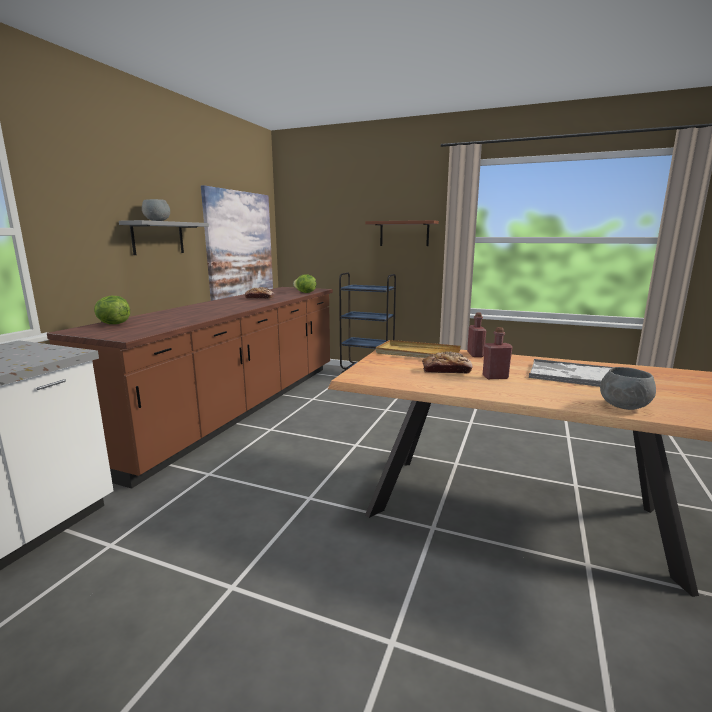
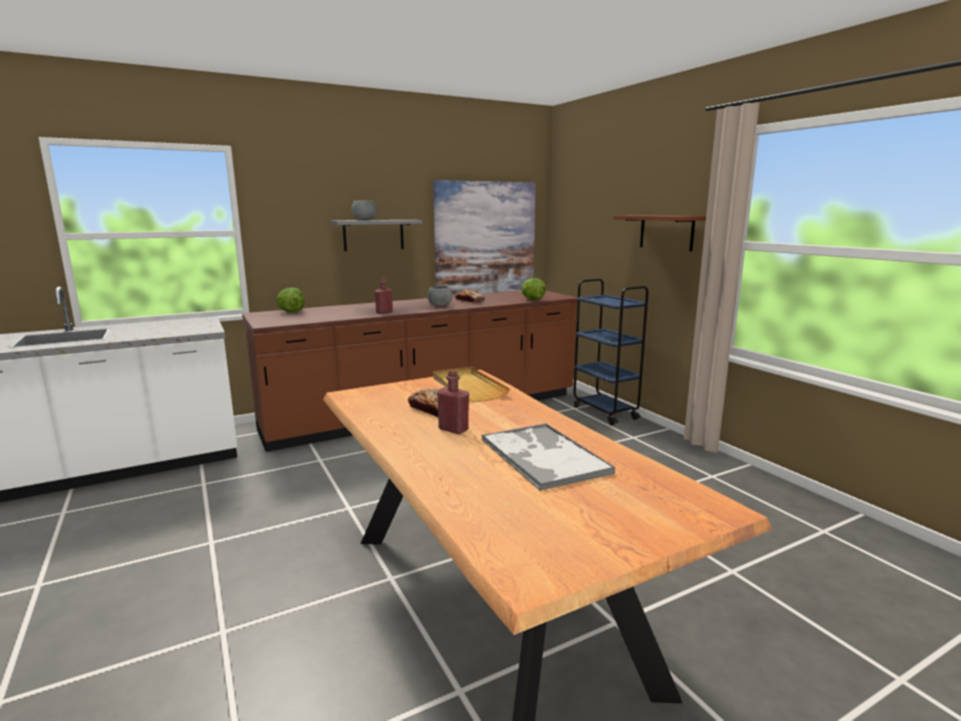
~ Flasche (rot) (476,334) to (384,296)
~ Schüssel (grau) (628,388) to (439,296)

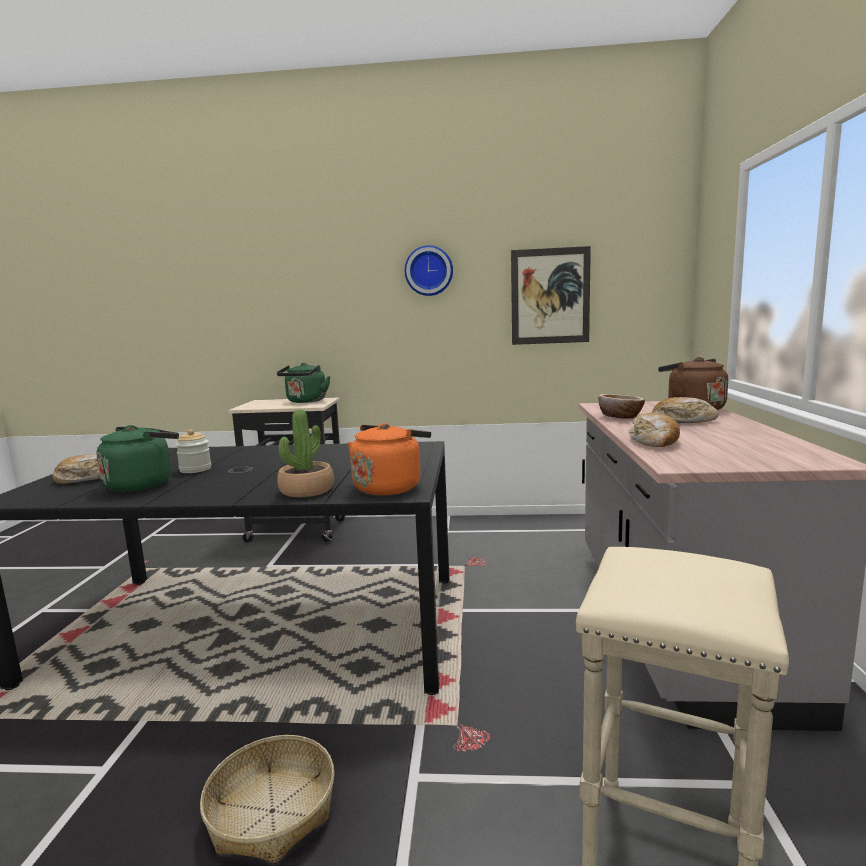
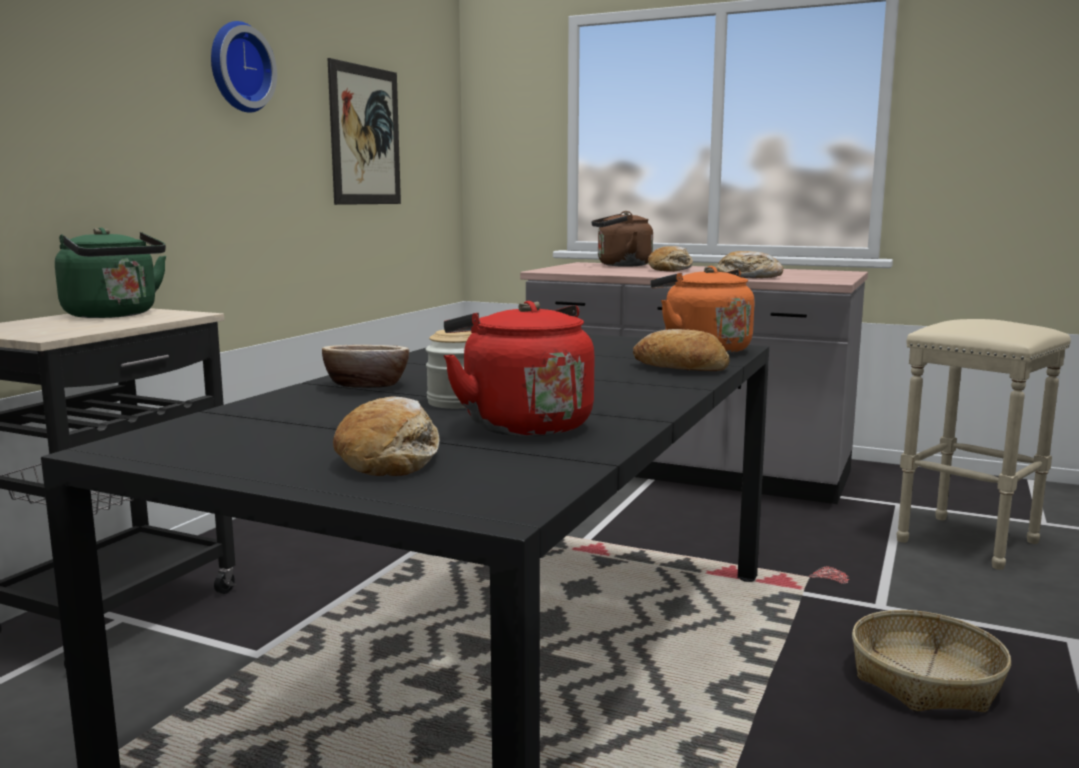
~ Schüssel (621,406) to (365,366)
~ Topfpflanze (305,453) to Brot (681,350)
~ Wasserkessel (grün) (137,458) to Wasserkessel (rot) (519,369)

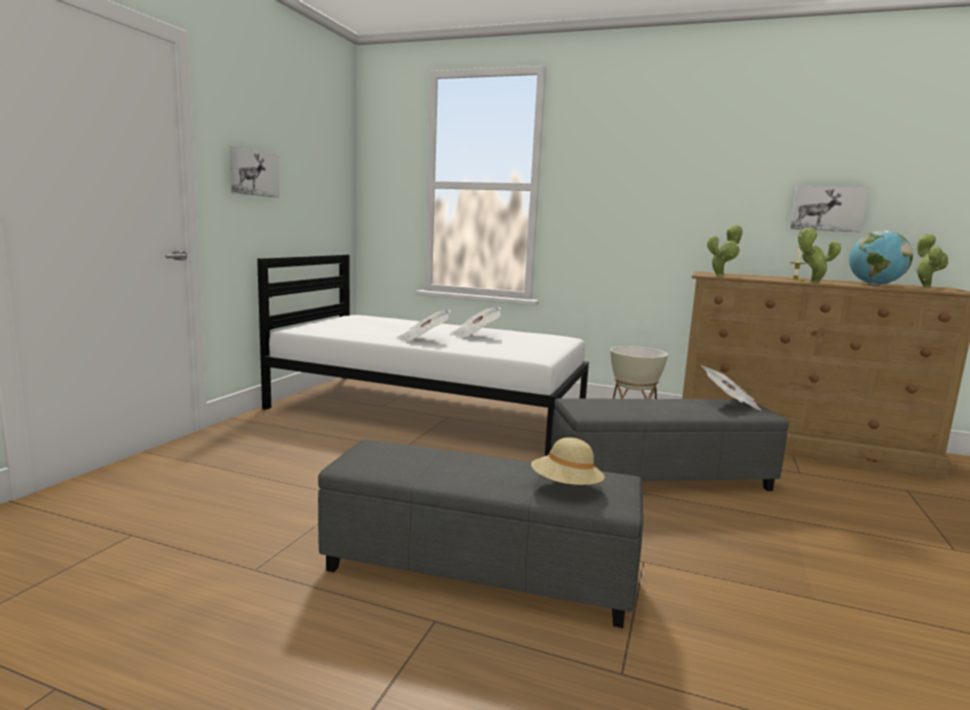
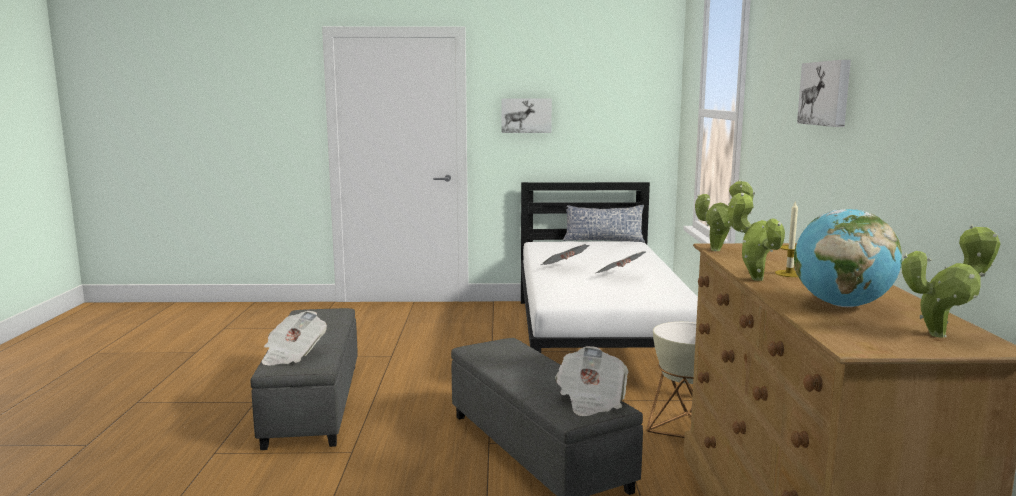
+ Kissen (604,223)
~ Bild (829,209) to (824,93)
~ Hut (beige) (568,461) to Zeitung (294,338)

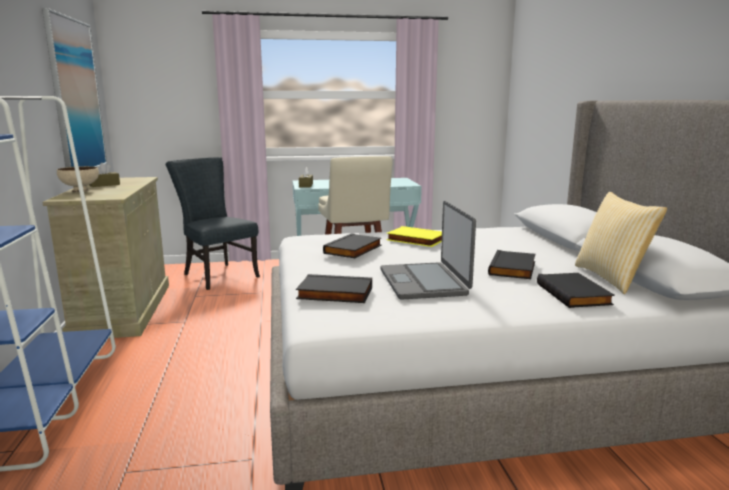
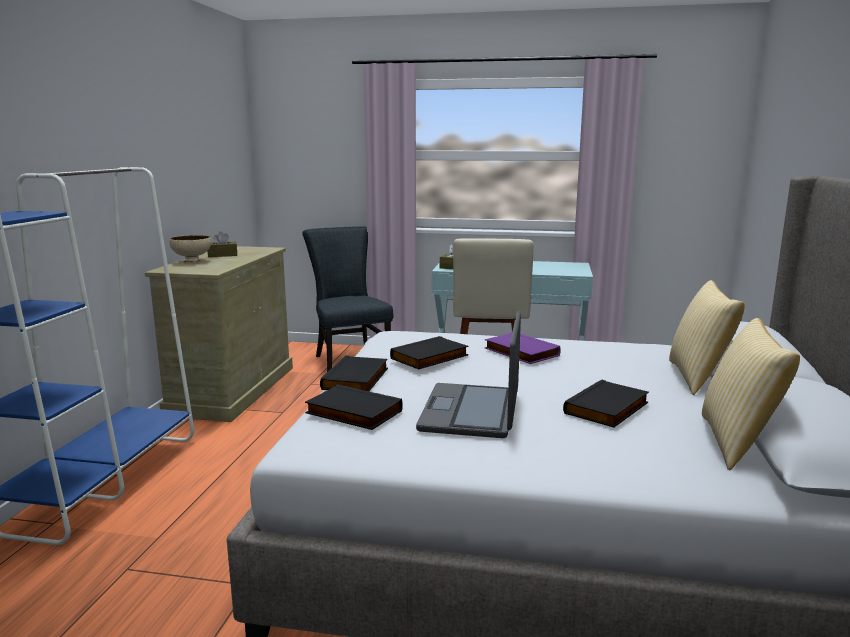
- Bild (75,87)
+ Kissen (707,337)
~ Buch (schwarz) (576,290) to (354,373)
~ Buch (gelb) (414,236) to Buch (lila) (523,348)

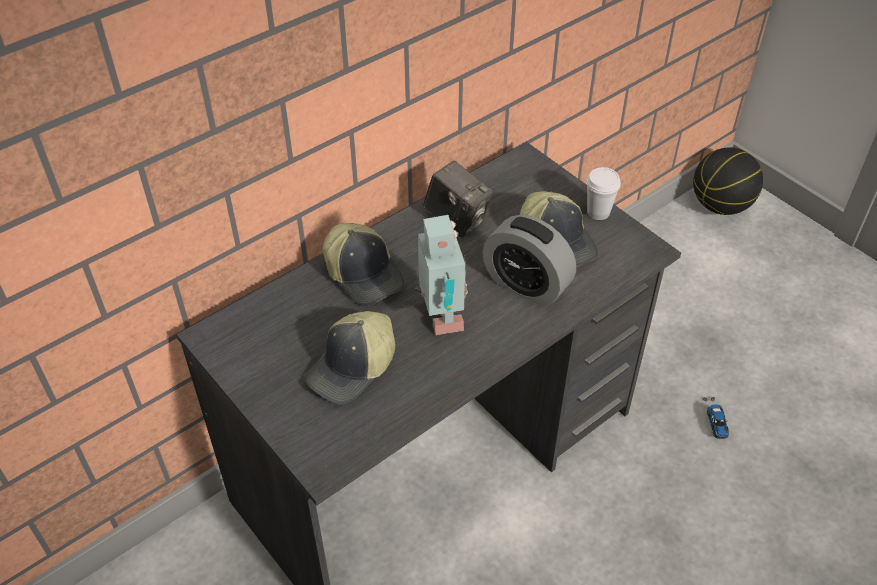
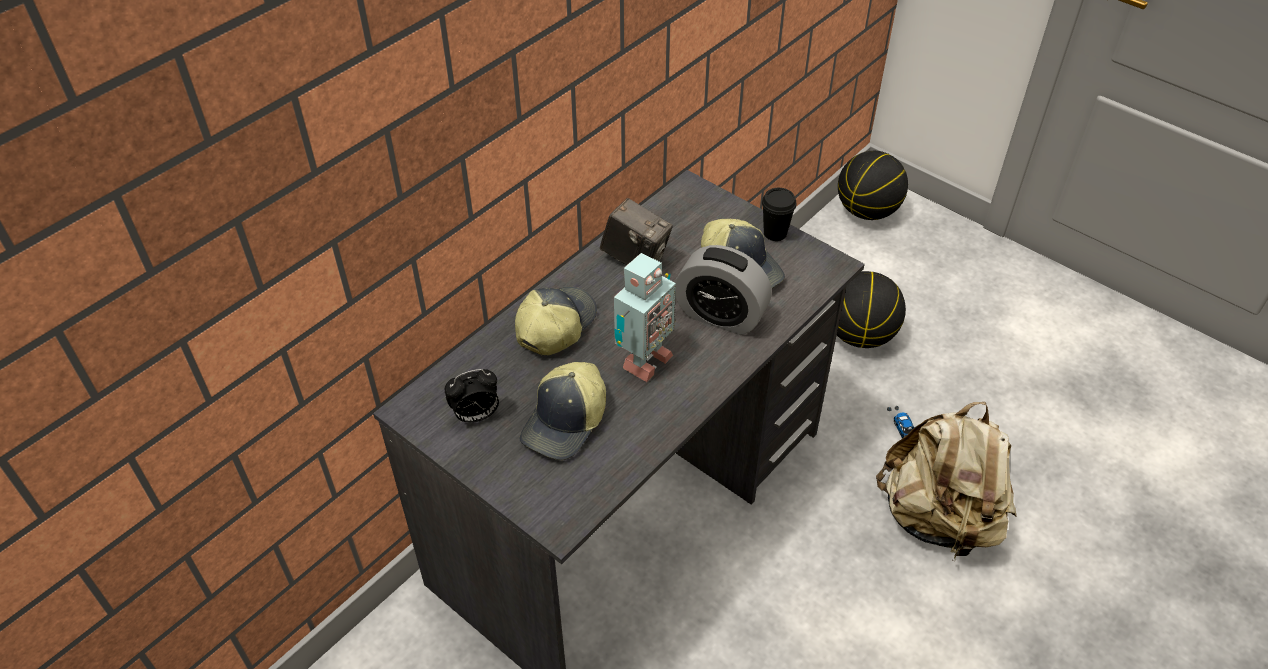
+ Wecker (472,396)
+ Basketball (871,309)
+ Rucksack (beige) (946,480)
~ Tasse (weiß) (603,193) to Tasse (schwarz) (779,214)
~ Kappe (363,264) = (556,321) 105 degrees counterclockwise
~ Spielzeugroboter (441,275) = (645,317) 60 degrees clockwise

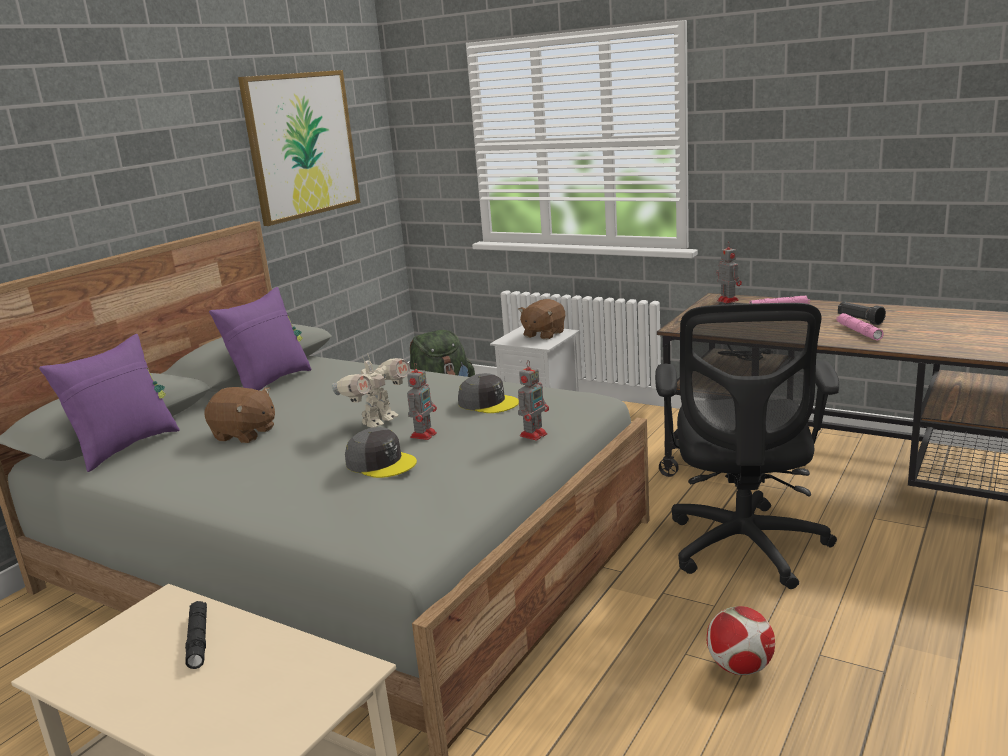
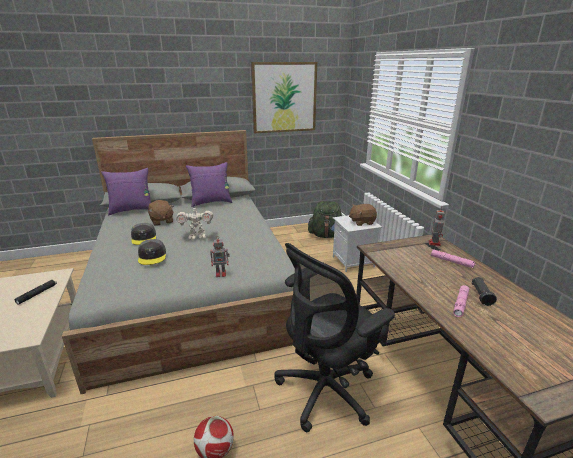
- Spielzeugroboter (422,401)
~ Kappe (grau) (488,393) to (143,234)

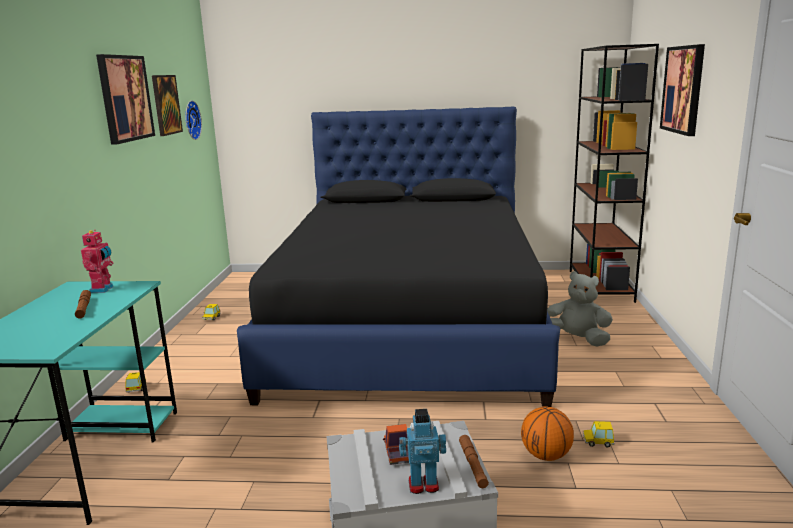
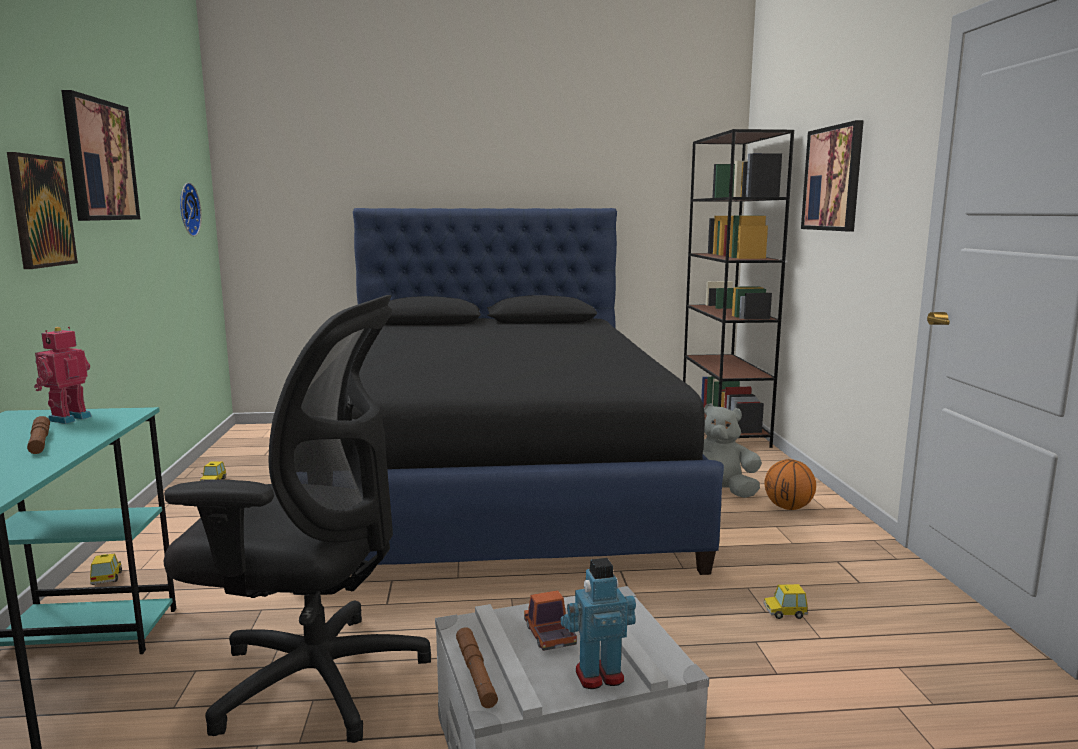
+ Bürostuhl (schwarz) (297,519)
~ Bild (167,105) to (42,210)
~ Taschenlampe (braun) (474,461) to (477,667)
~ Basketball (547,433) to (790,484)
~ Spielzeugroboter (97,261) = (63,375) 150 degrees counterclockwise

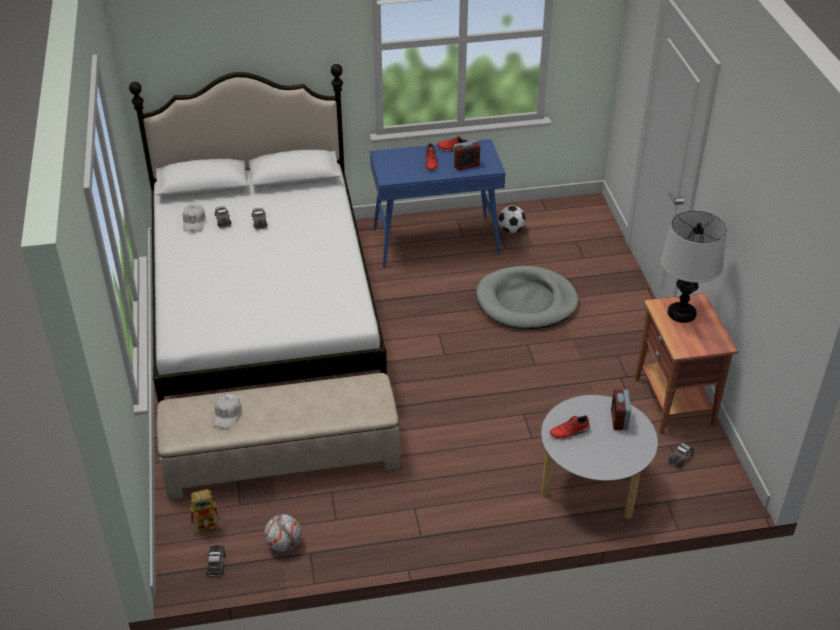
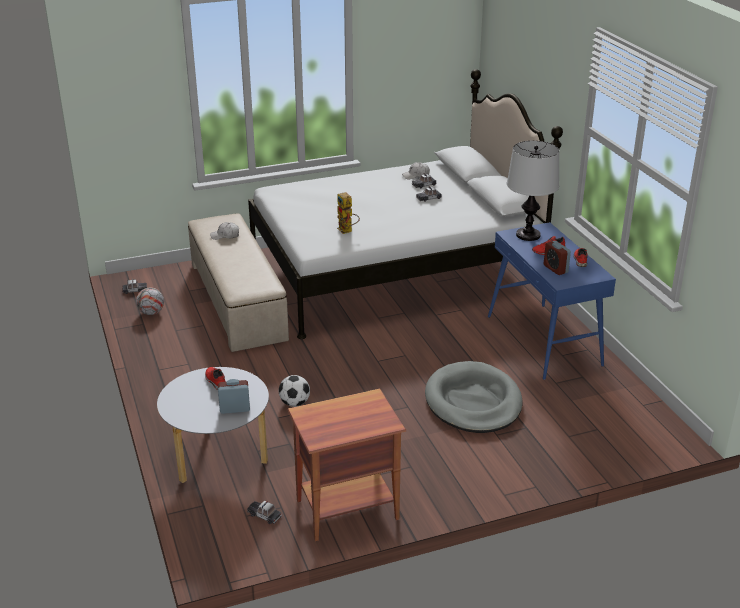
~ Spielzeugroboter (206,511) to (348,213)
~ Fußball (512,219) to (294,391)
~ Tischlampe (694,267) to (533,191)

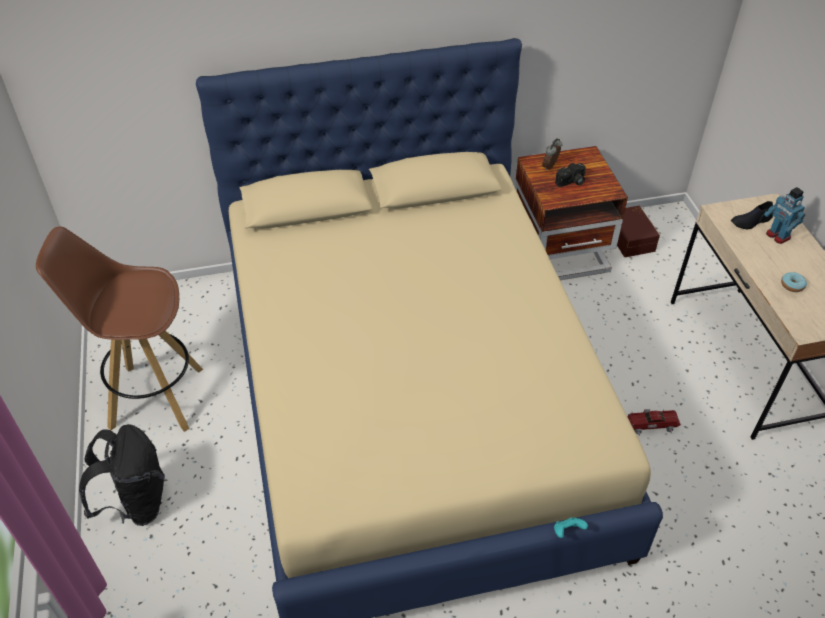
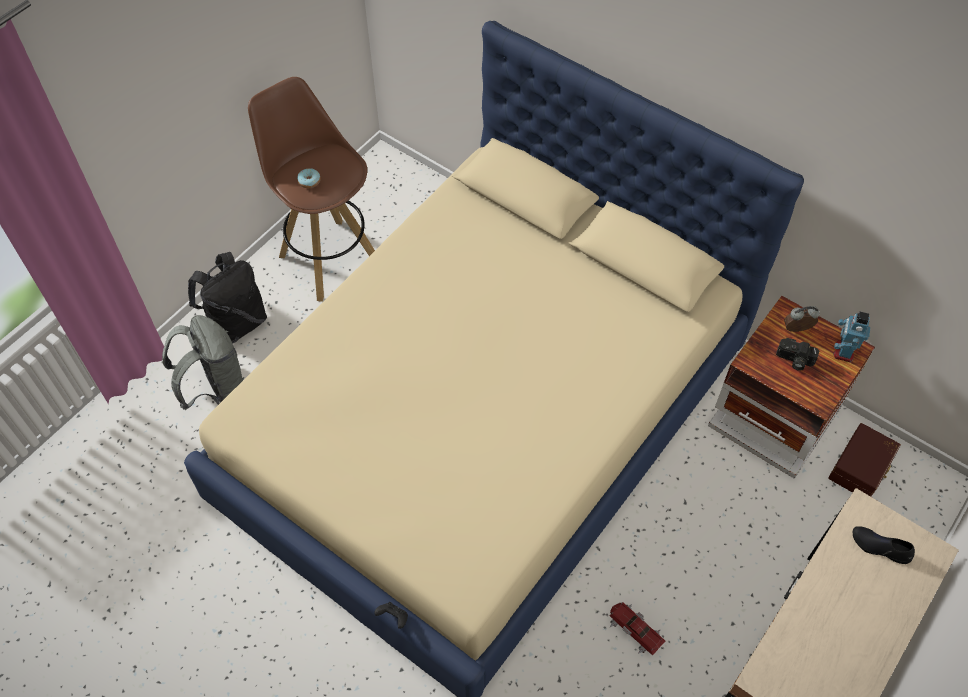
+ Rucksack (grau) (203,362)
~ Spielzeugroboter (784,215) to (851,336)
~ Donut (794,282) to (309,178)
~ Gamepad (türkis) (571,528) to Gamepad (schwarz) (391,615)

